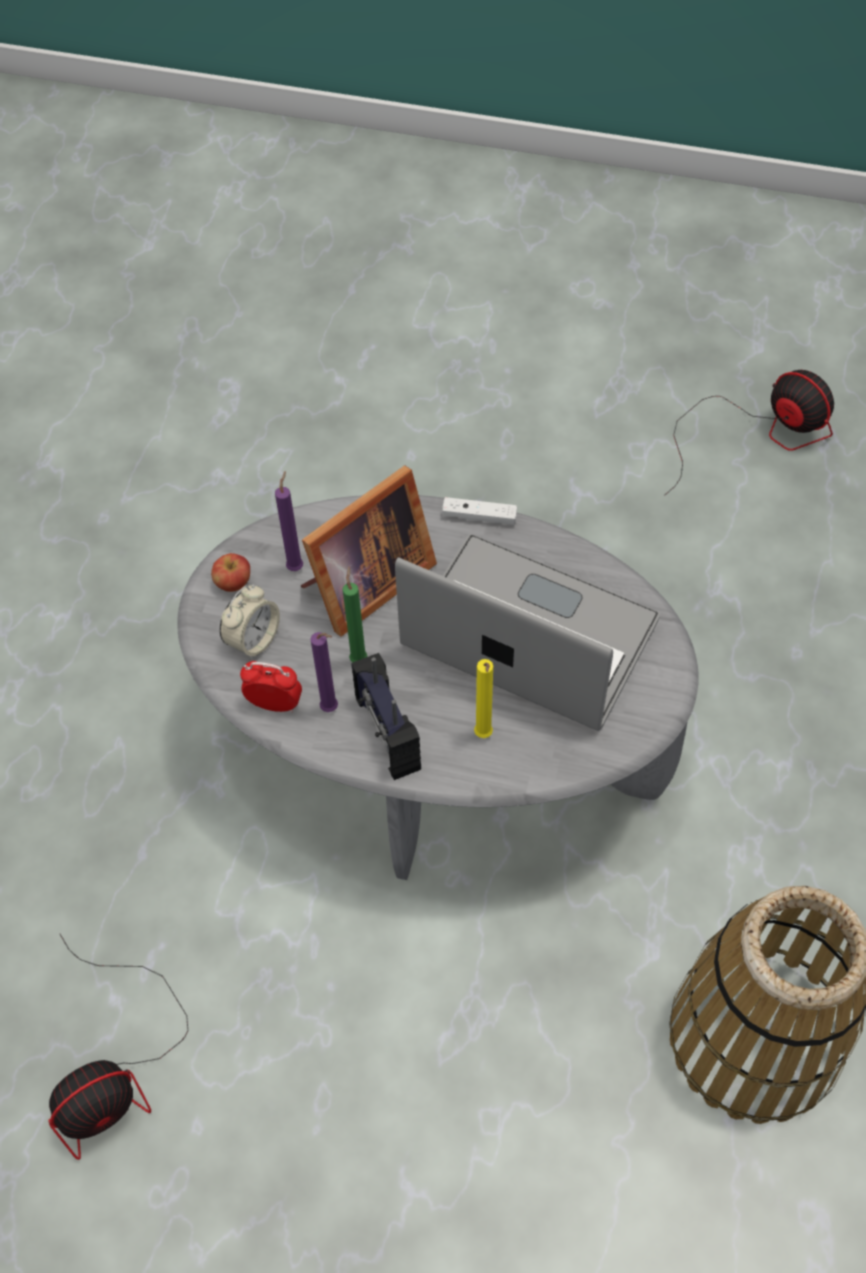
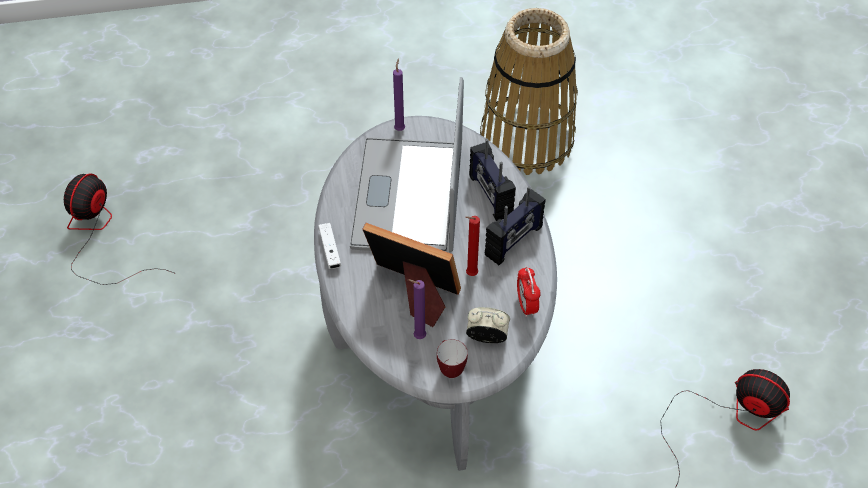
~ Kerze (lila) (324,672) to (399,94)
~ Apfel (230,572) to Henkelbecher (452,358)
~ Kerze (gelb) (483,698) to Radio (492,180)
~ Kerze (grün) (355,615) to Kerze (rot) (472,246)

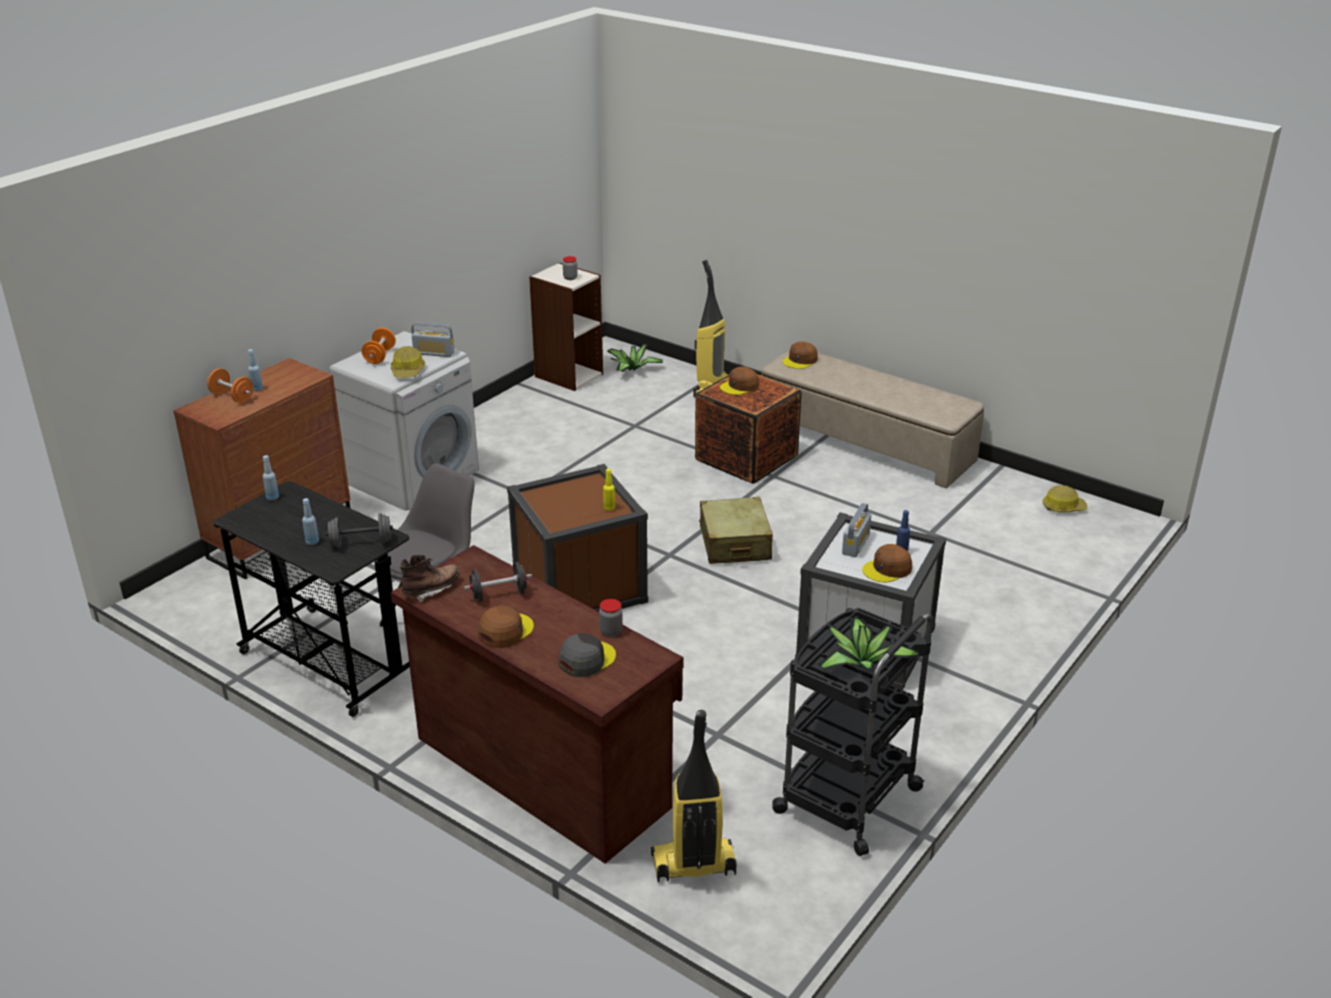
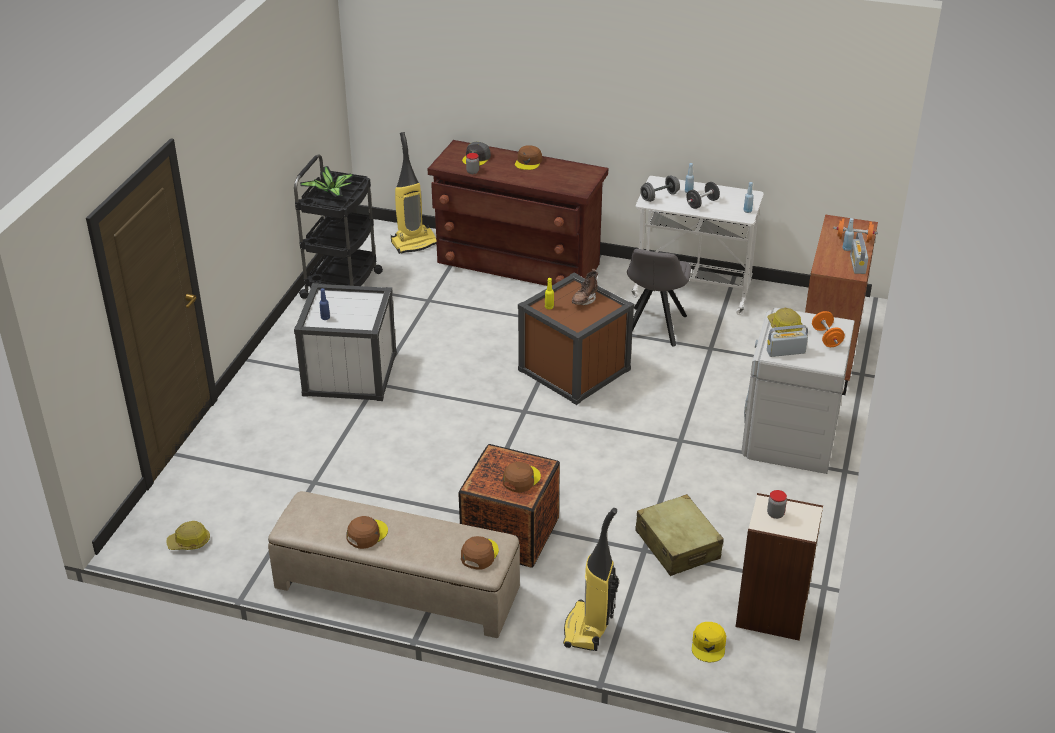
~ Stiefel (braun) (430,579) to (585,287)
~ Hantel (schwarz) (498,582) to (703,195)
~ Koffer (beige) (736,530) to (679,535)
~ Radio (856,530) to (859,253)
~ Kappe (braun) (887,563) to (367,532)
~ Topfpflanze (635,358) to Kappe (gelb) (709,642)
~ Schreibtisch (schwarz) (311,599) to Schreibtisch (weiß) (698,245)

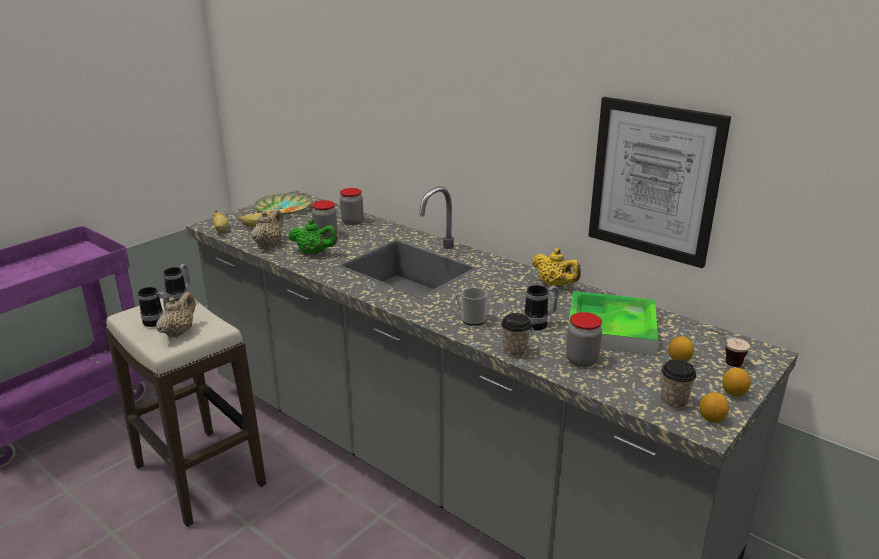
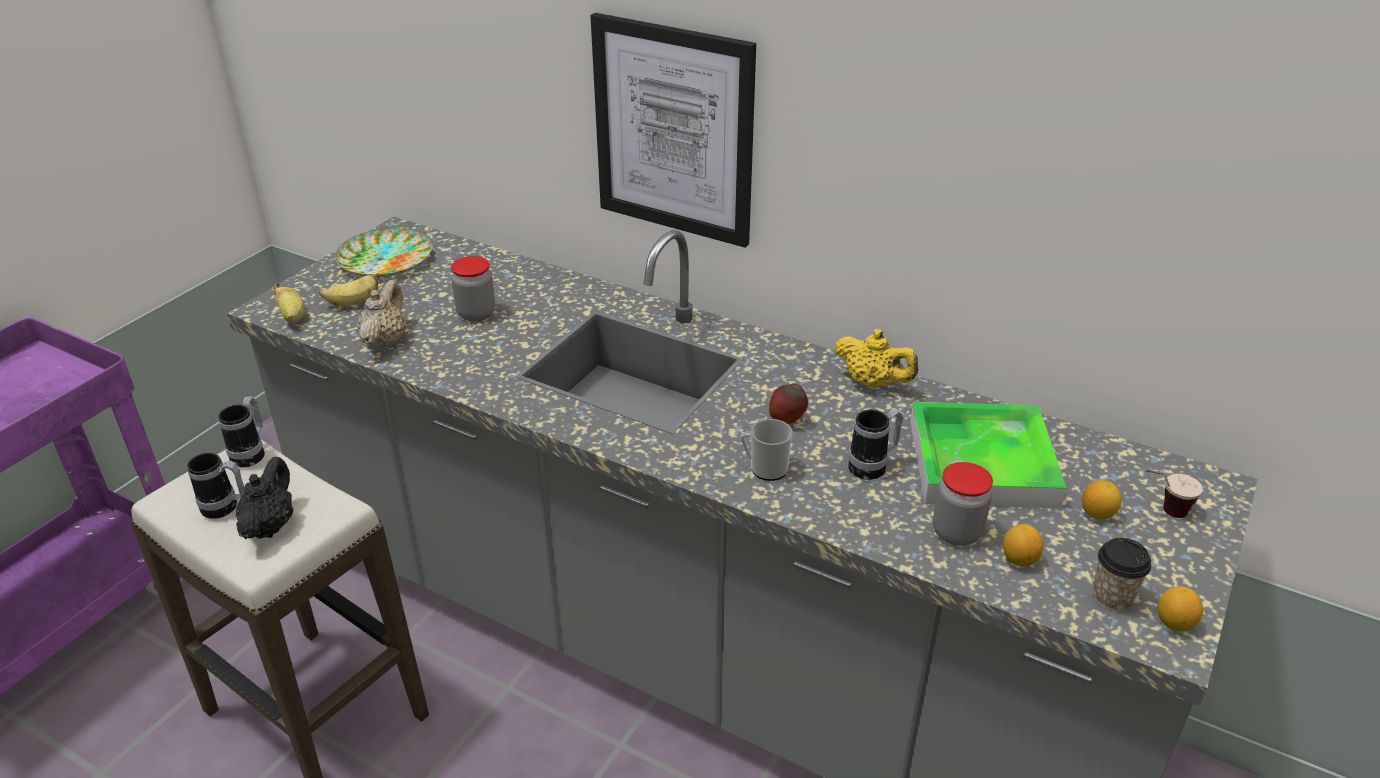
- Teekanne (grün) (313,237)
- Vorratsglas (352,206)
- Tasse (516,335)
+ Apfel (788,404)
~ Bild (659,182) to (673,130)
~ Zitrone (736,382) to (1023,545)
~ Teekanne (beige) (176,315) to Teekanne (schwarz) (264,498)

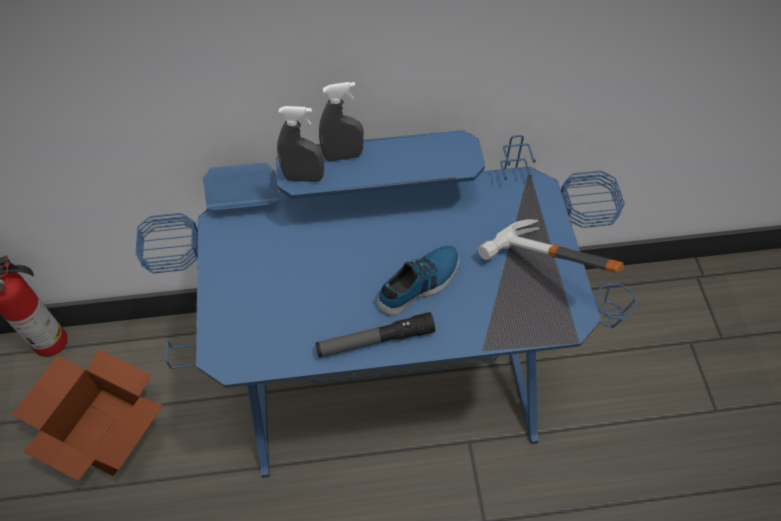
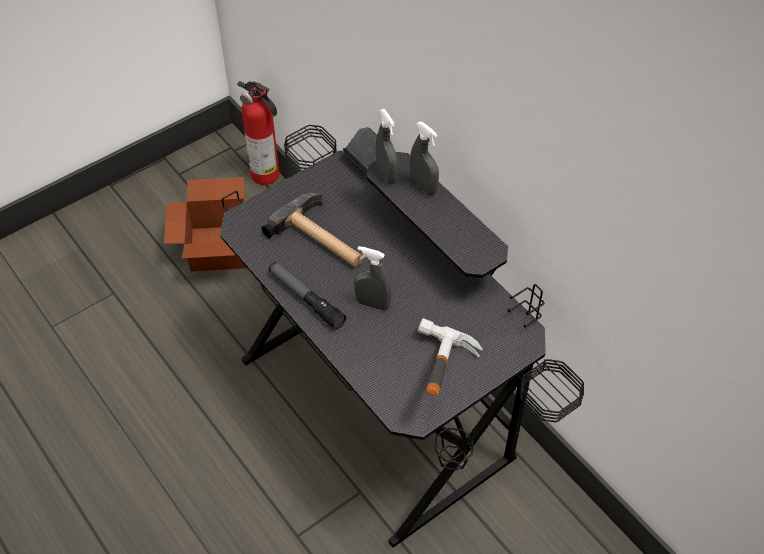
+ Hammer (312,230)
~ Schuh (418,281) to Sprühflasche (grau) (372,278)
~ Schreibtisch (blau) (387,304) to Schreibtisch (schwarz) (402,336)

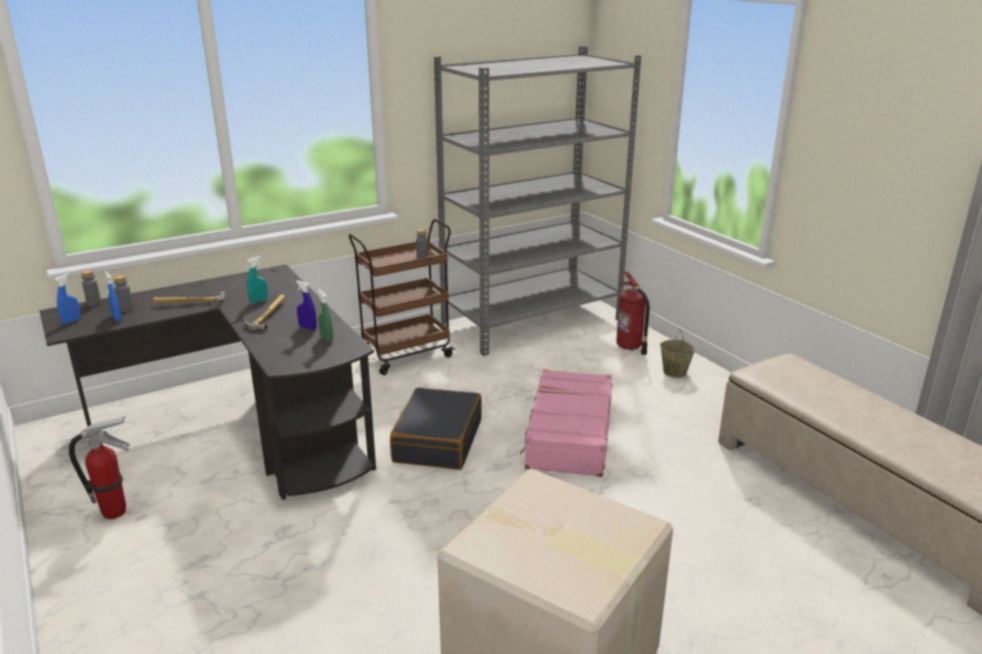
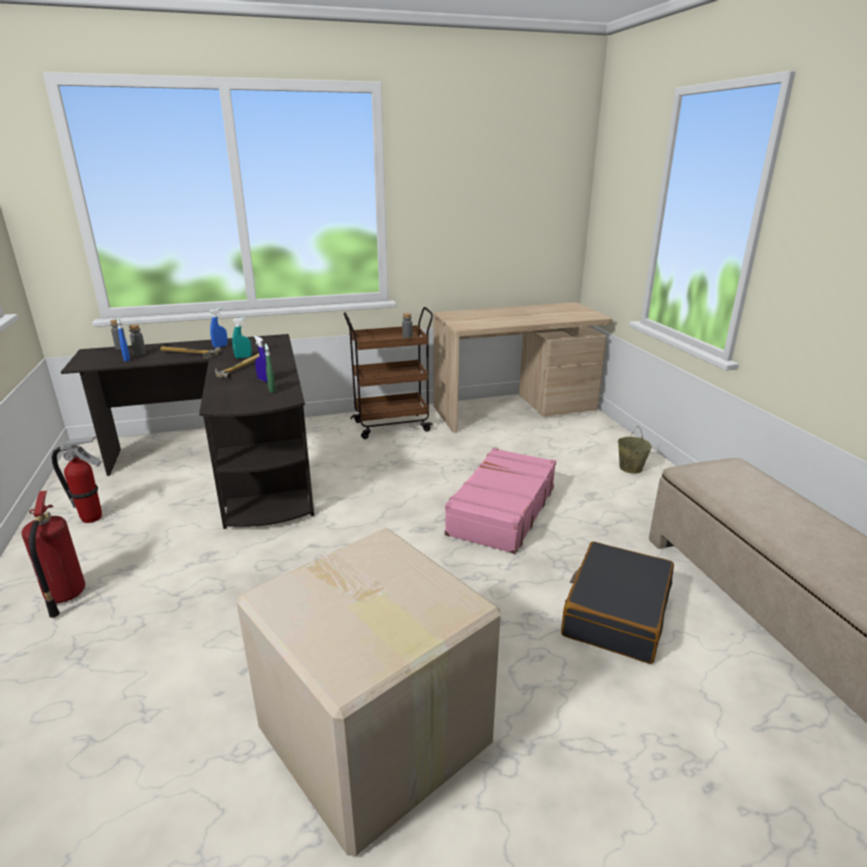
~ Sprühflasche (blau) (68,299) to (219,328)
~ Koffer (schwarz) (436,429) to (617,602)
~ Feuerlöscher (633,313) to (53,554)
~ Bücherregal (grau) (537,201) to Schreibtisch (beige) (522,367)

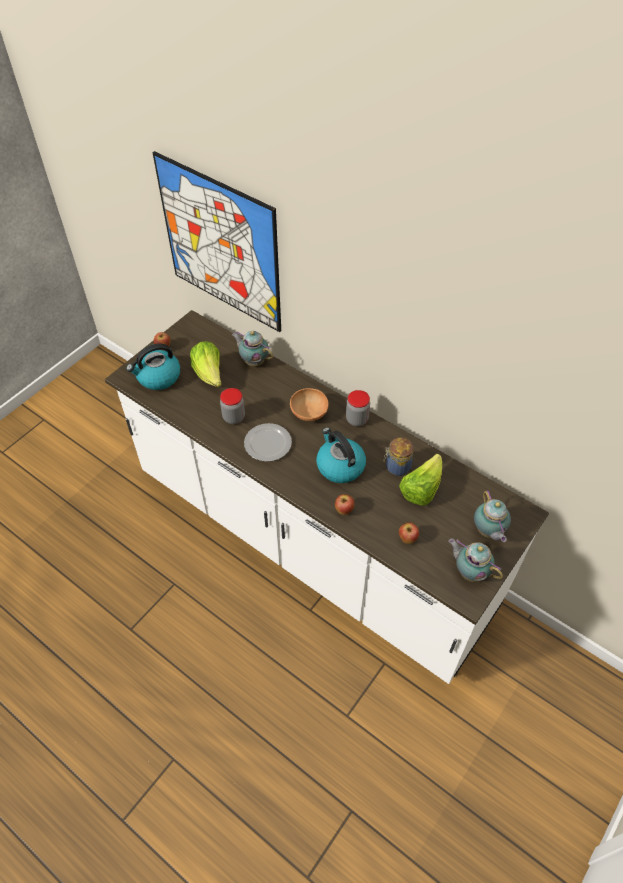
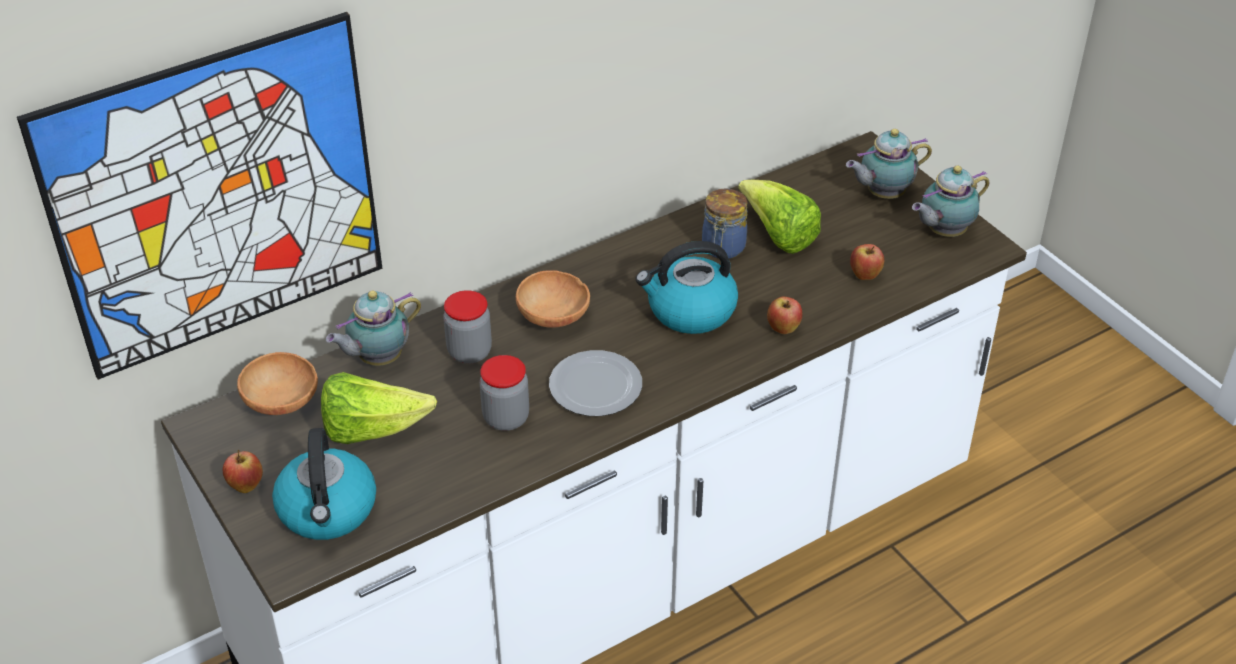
+ Schüssel (braun) (277,383)
~ Vorratsglas (358,408) to (467,327)
~ Teekanne (492,516) = (889,164) 150 degrees clockwise

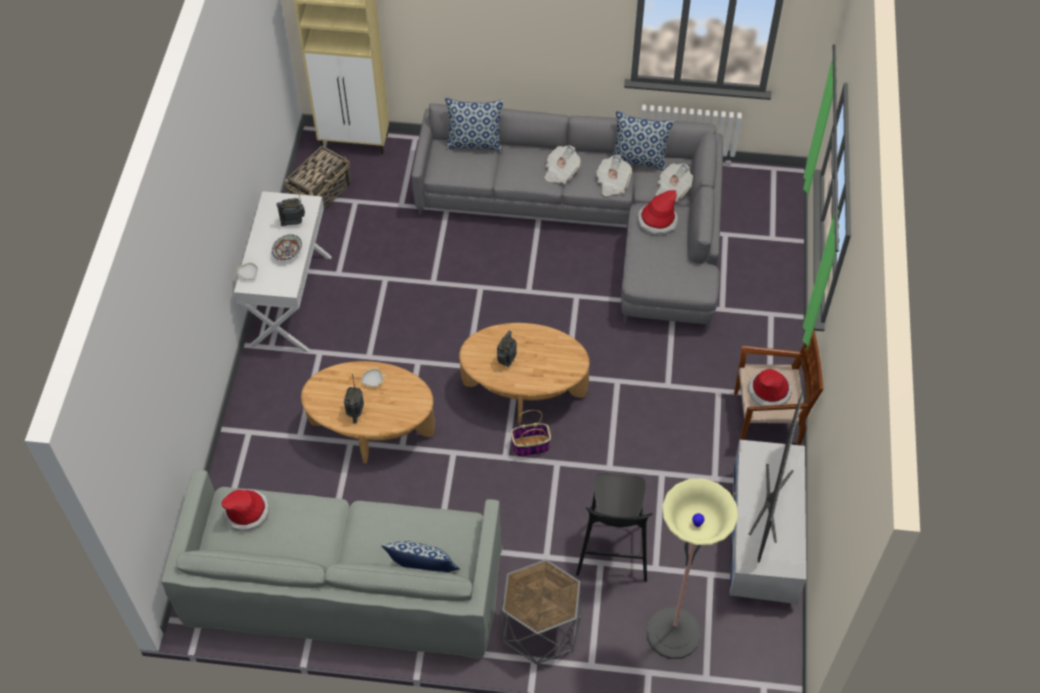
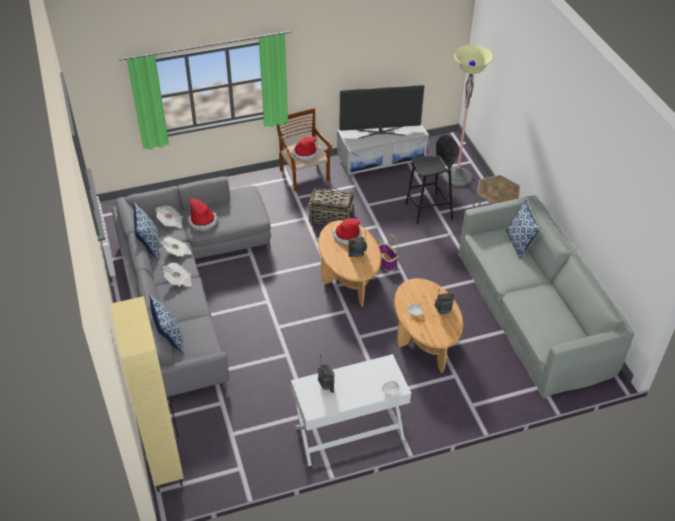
- Schüssel (287,247)
~ Hut (245,510) to (347,231)
~ Korb (317,177) to (331,205)

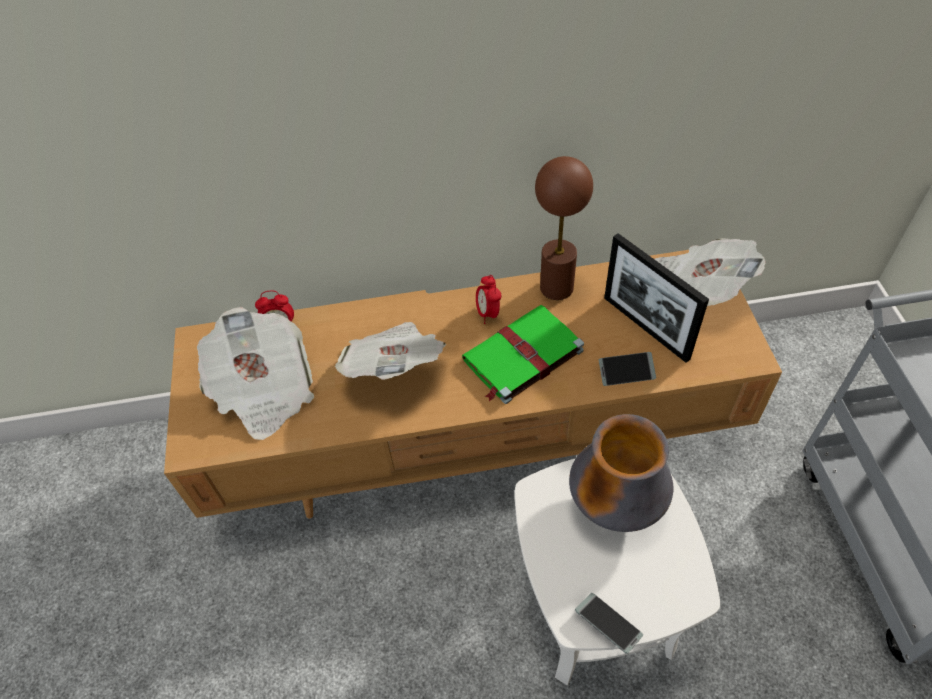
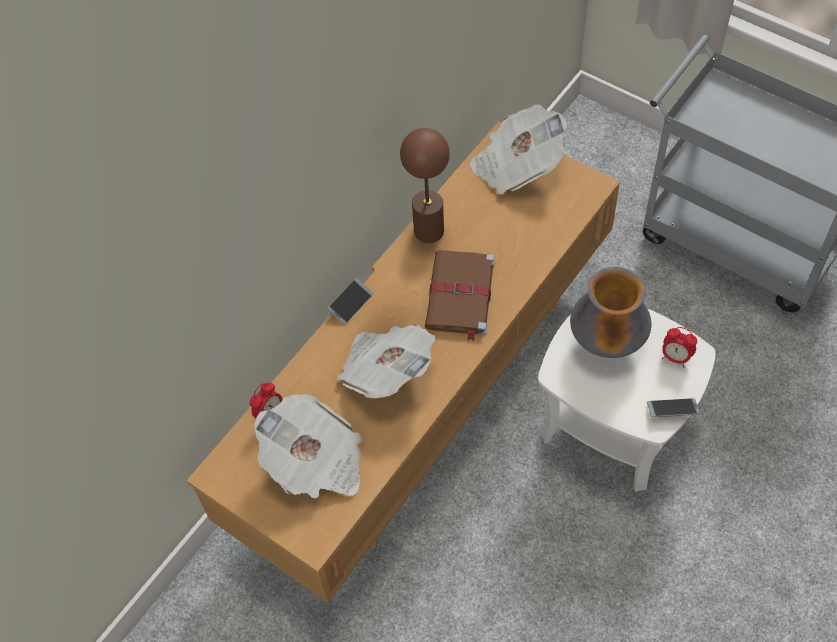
- Bilderrahmen (656,298)
~ Wecker (488,299) to (679,347)
~ Handy (627,369) to (350,301)
~ Buch (grün) (523,354) to Buch (braun) (460,295)

